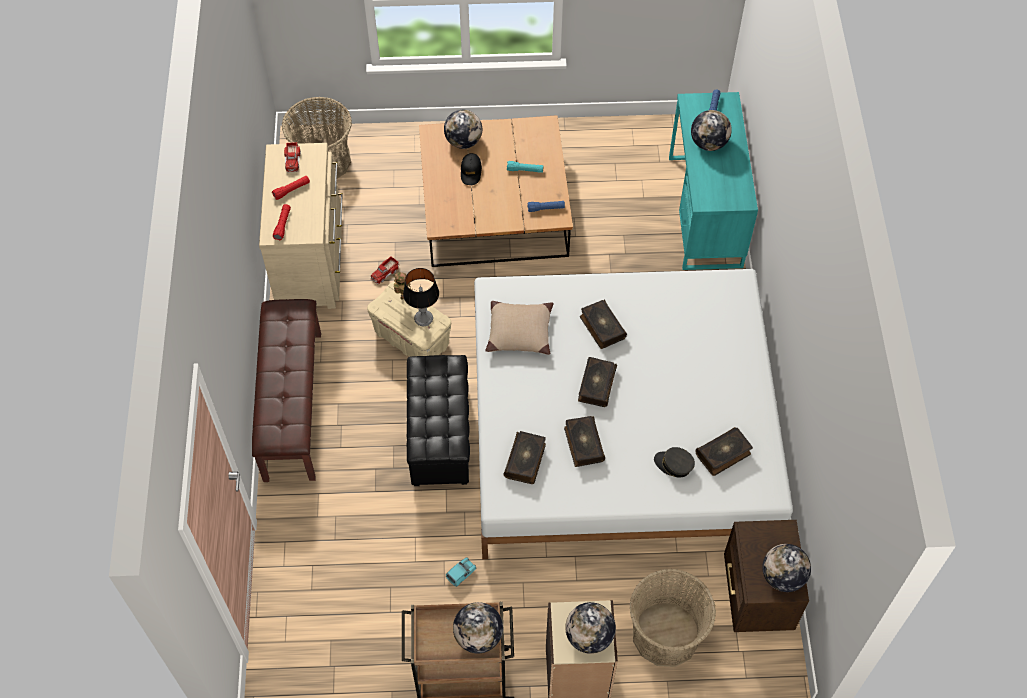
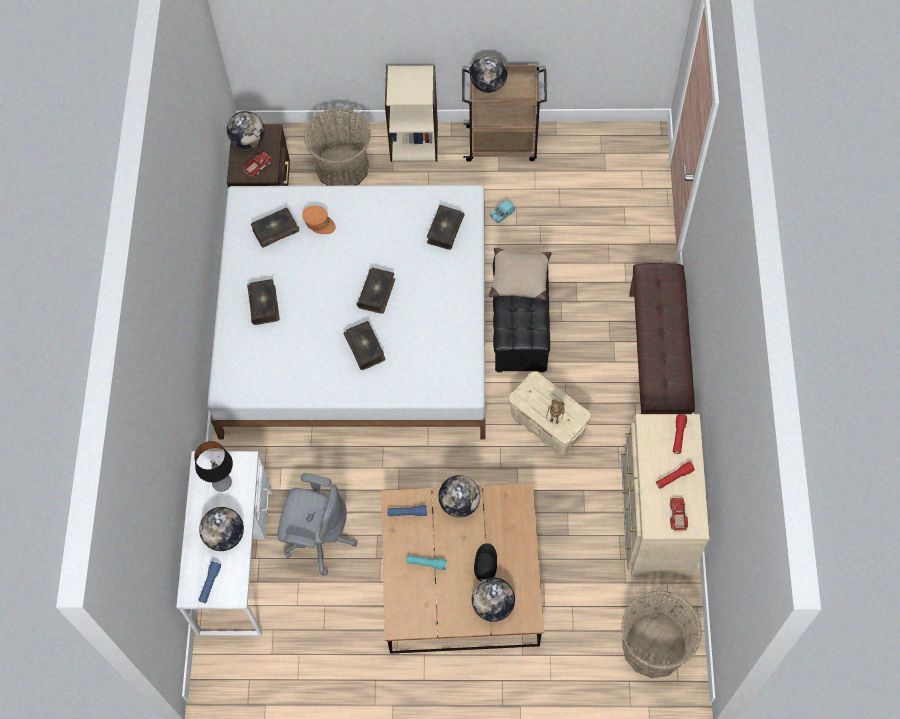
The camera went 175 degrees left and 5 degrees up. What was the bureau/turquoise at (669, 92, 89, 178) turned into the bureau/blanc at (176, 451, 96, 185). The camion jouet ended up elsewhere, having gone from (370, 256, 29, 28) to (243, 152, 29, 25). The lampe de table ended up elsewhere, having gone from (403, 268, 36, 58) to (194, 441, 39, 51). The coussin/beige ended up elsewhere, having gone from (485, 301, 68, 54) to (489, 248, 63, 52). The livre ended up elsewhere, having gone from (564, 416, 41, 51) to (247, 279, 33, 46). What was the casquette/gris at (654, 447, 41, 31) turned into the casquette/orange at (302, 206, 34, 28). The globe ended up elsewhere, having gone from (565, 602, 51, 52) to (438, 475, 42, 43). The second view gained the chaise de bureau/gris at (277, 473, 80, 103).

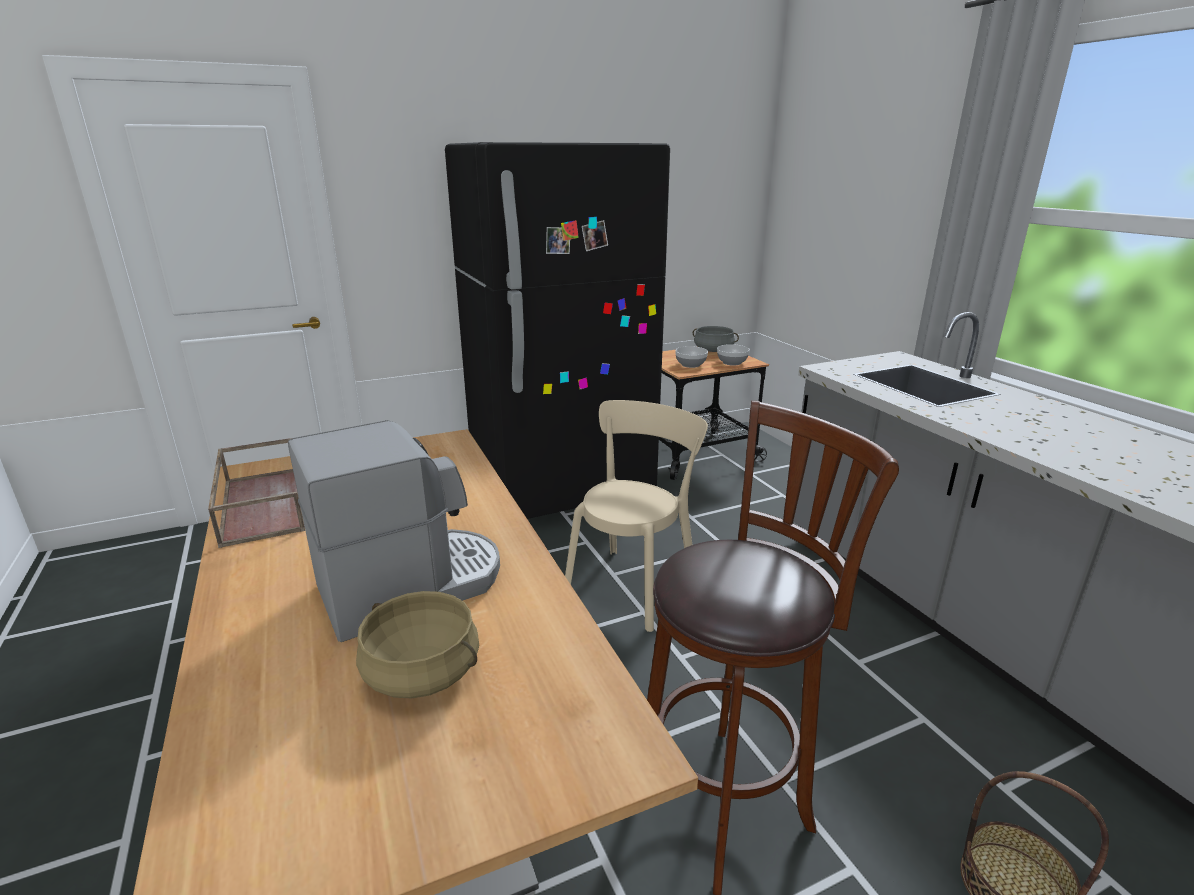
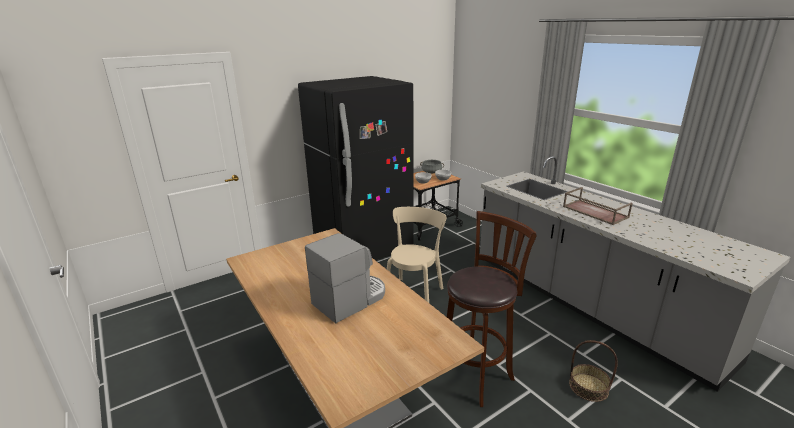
The camera went 10 degrees left and 0 degrees up. The plateau/marron ended up elsewhere, having gone from (208, 438, 97, 110) to (563, 187, 70, 38). The second view lost the marmite/beige at (356, 591, 123, 108).

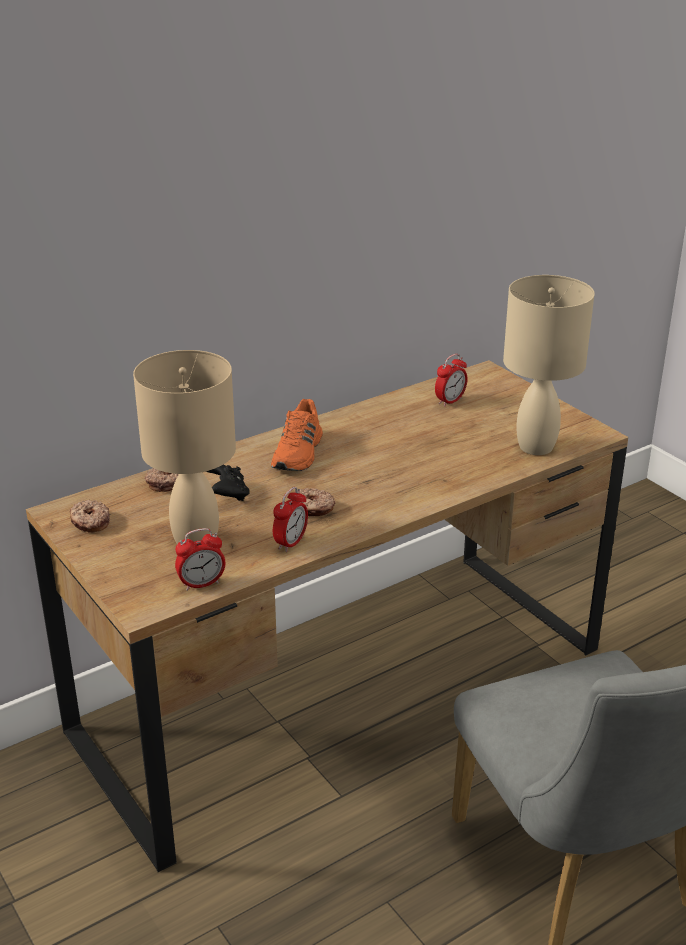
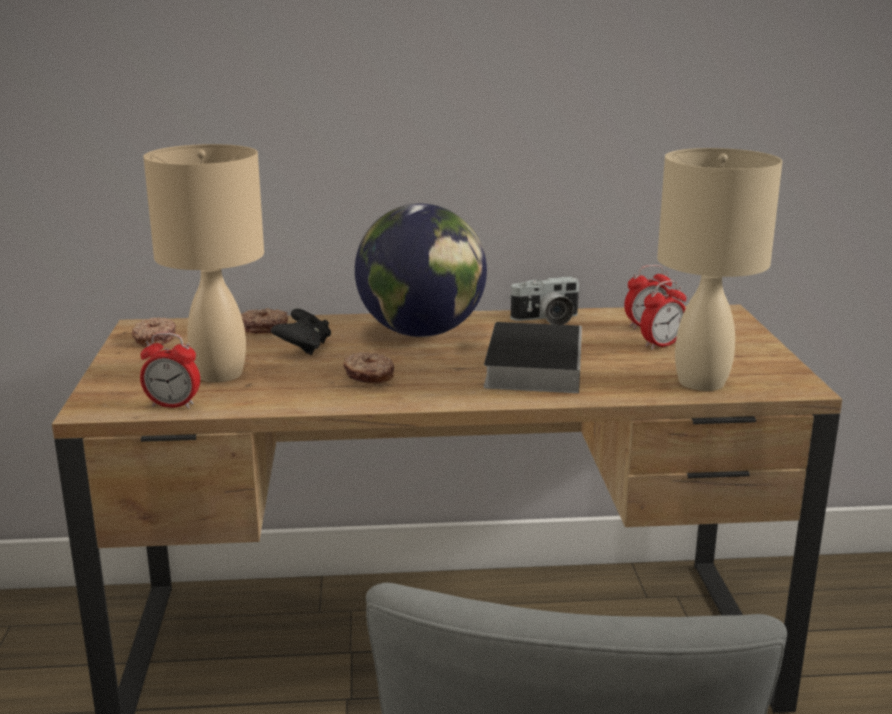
The camera went 30 degrees right and 10 degrees down. Where the chaussure/orange stood at (271, 399, 52, 72), the globe came to stand at (355, 204, 132, 133). The réveil ended up elsewhere, having gone from (273, 487, 35, 65) to (640, 280, 46, 70). The second view gained the appareil photo at (509, 277, 71, 48). The second view gained the livre at (484, 322, 98, 71).

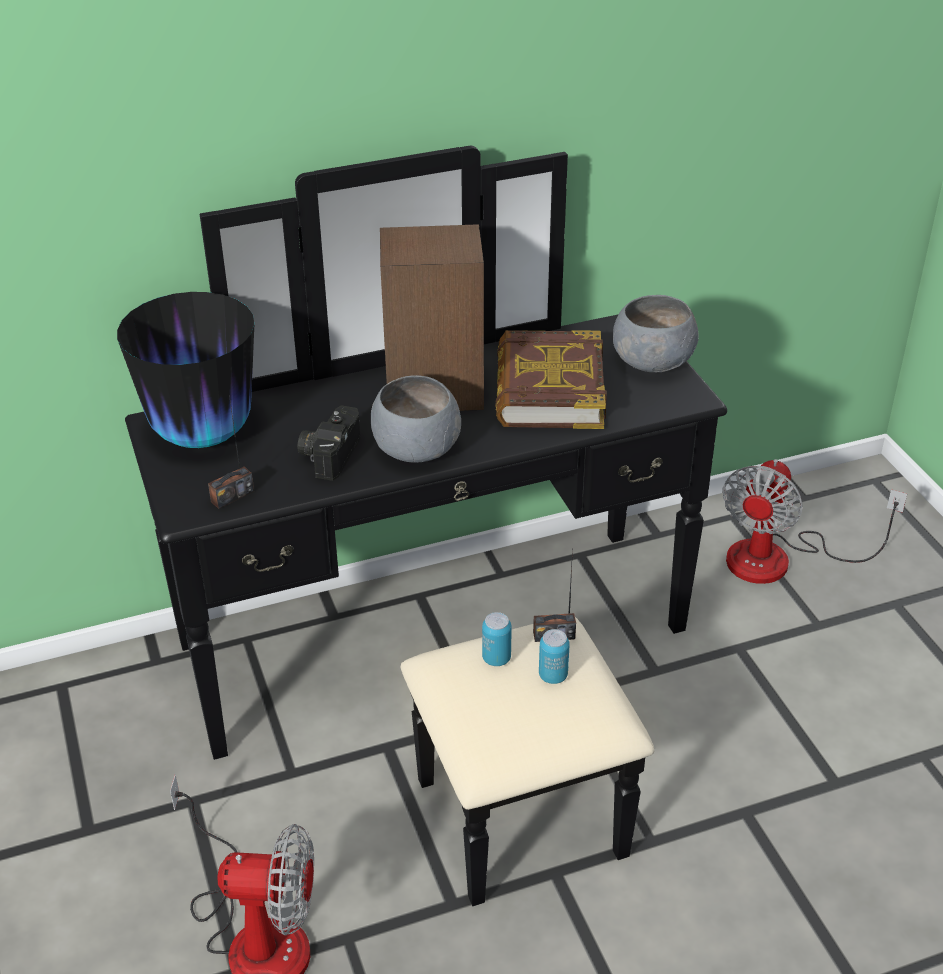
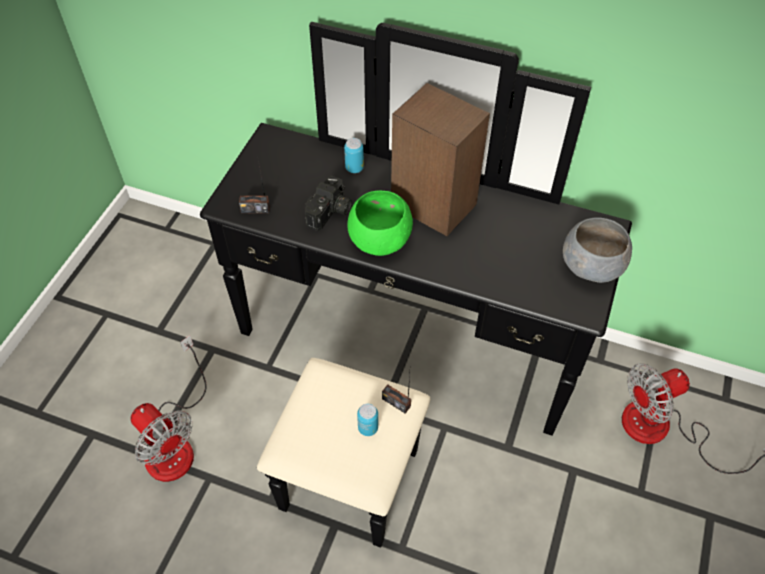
The camera went 40 degrees right and 15 degrees up. The second view lost the vase at (117, 292, 137, 156). The second view lost the livre at (495, 330, 112, 99). What was the bol/gris at (371, 375, 90, 88) turned into the bol/vert at (347, 190, 66, 66). The appareil photo at (297, 405, 63, 76) ended up facing another way, 150 degrees clockwise from before. The boîte métallique ended up elsewhere, having gone from (482, 612, 30, 54) to (344, 138, 20, 35).

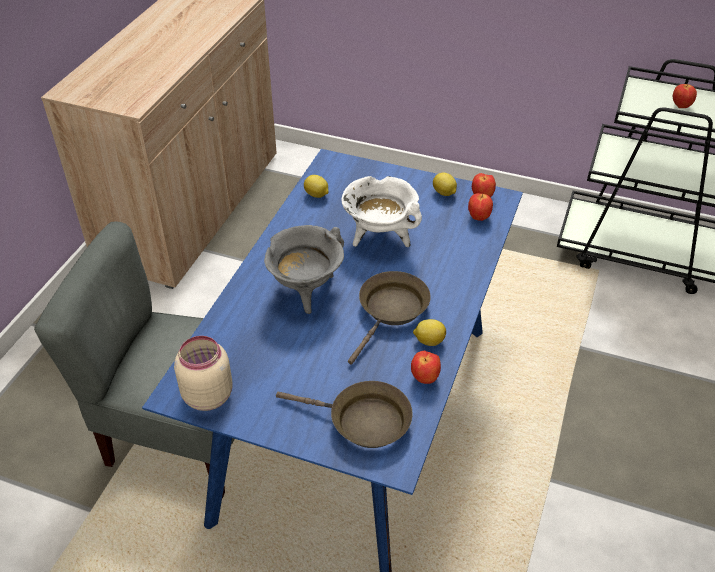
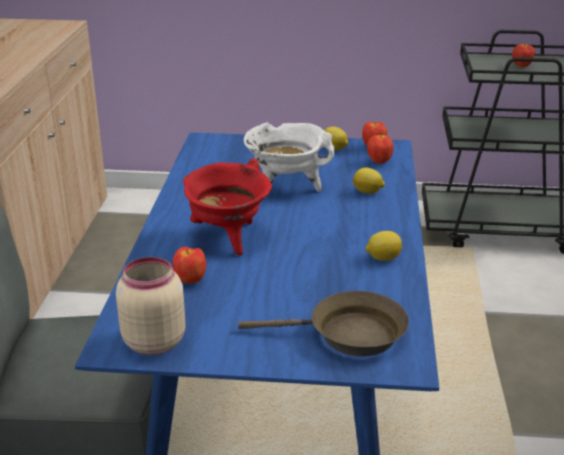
The camera went 15 degrees left and 15 degrees down. The citron ended up elsewhere, having gone from (304, 175, 25, 23) to (353, 168, 32, 26). What was the marmite/gris at (264, 225, 80, 89) turned into the marmite/rouge at (183, 158, 89, 97). The second view lost the poêle/marron at (348, 271, 83, 94). The pomme ended up elsewhere, having gone from (411, 351, 30, 33) to (172, 247, 34, 37).

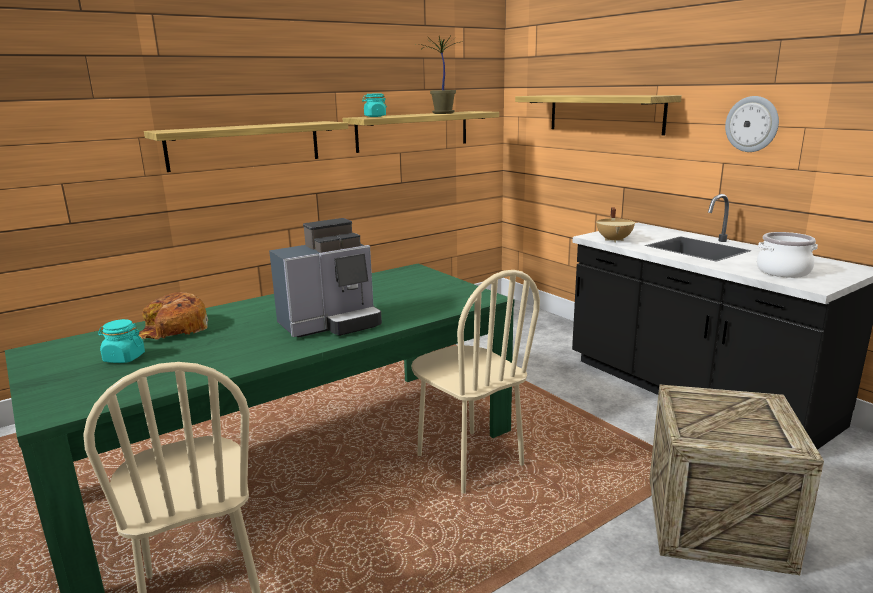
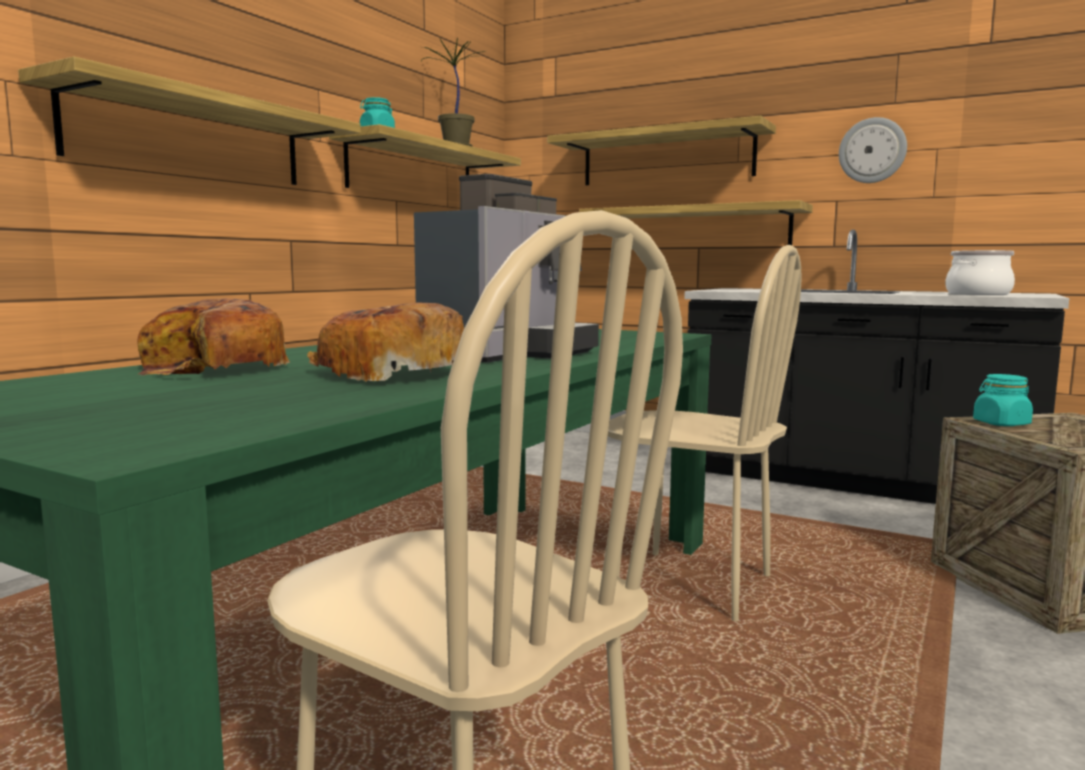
The camera went 25 degrees left and 10 degrees down. The second view lost the marmite/beige at (596, 208, 39, 34). The bocal/turquoise ended up elsewhere, having gone from (98, 319, 47, 44) to (973, 374, 60, 52). The second view gained the étagère at (579, 200, 234, 45). The second view gained the pain at (307, 303, 157, 79).

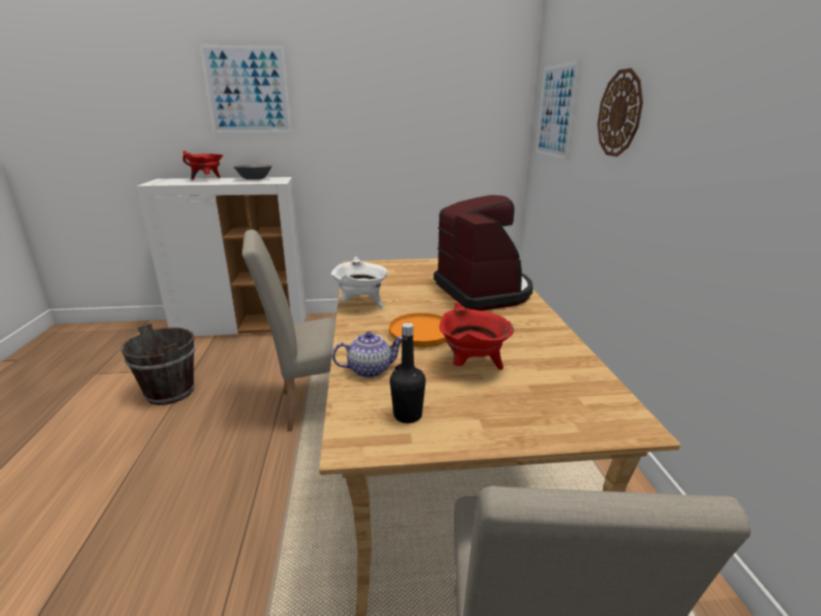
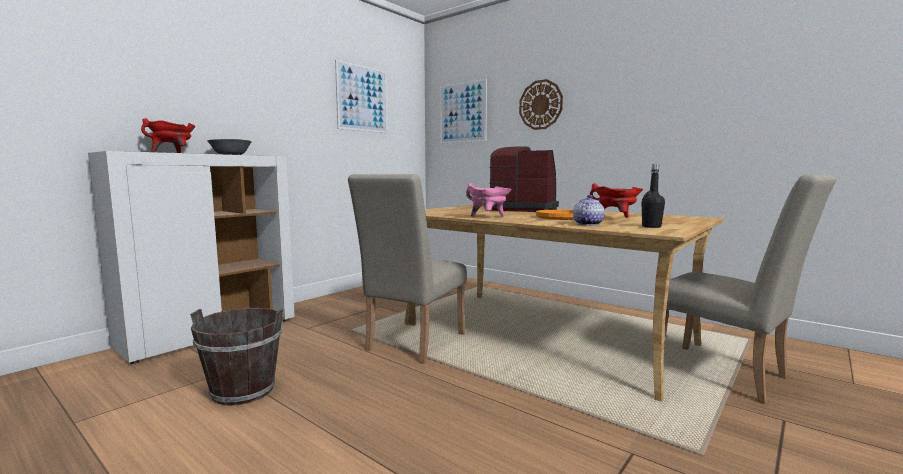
The camera went 45 degrees left and 15 degrees down. The tableau ended up elsewhere, having gone from (199, 45, 93, 88) to (335, 60, 53, 73). What was the marmite/blanc at (331, 257, 57, 51) turned into the marmite/rose at (466, 183, 46, 34).

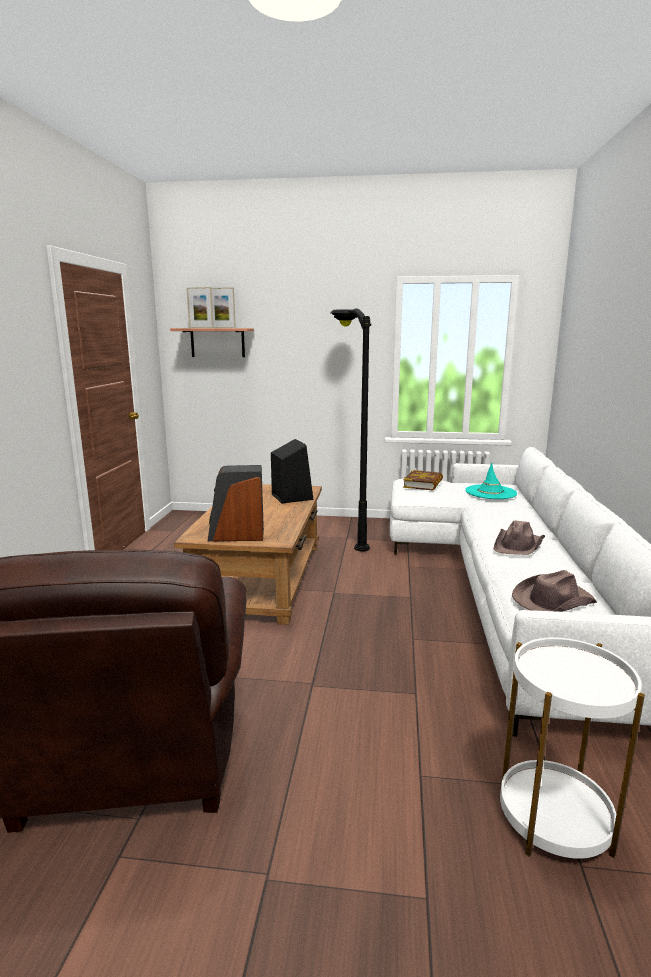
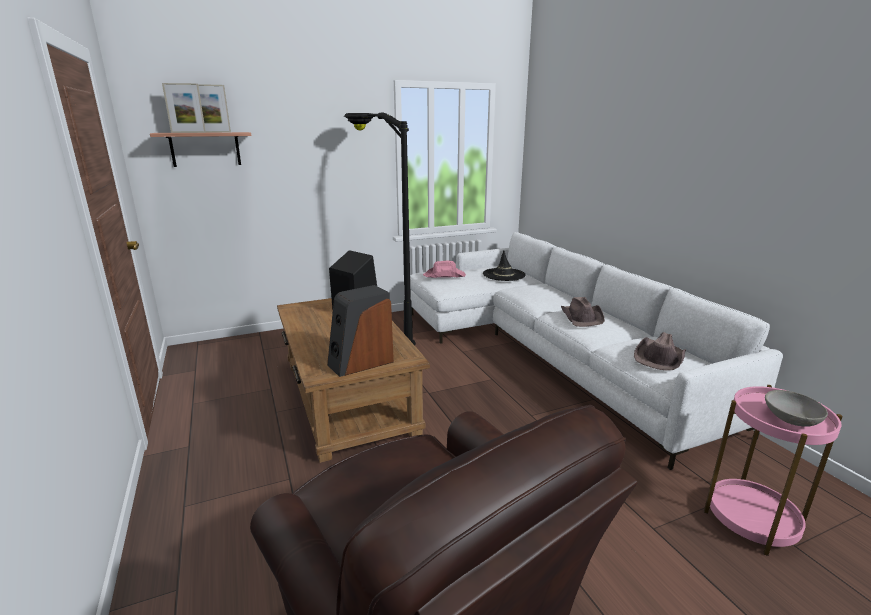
The camera went 30 degrees left and 5 degrees up. What was the chapeau/turquoise at (465, 463, 52, 36) turned into the chapeau/noir at (483, 250, 43, 31). Where the livre stood at (403, 470, 40, 21), the chapeau/rose came to stand at (423, 261, 43, 17). What was the table d'appoint/blanc at (500, 637, 145, 222) turned into the table d'appoint/rose at (704, 385, 139, 171). The second view gained the bol/gris at (765, 390, 63, 37).

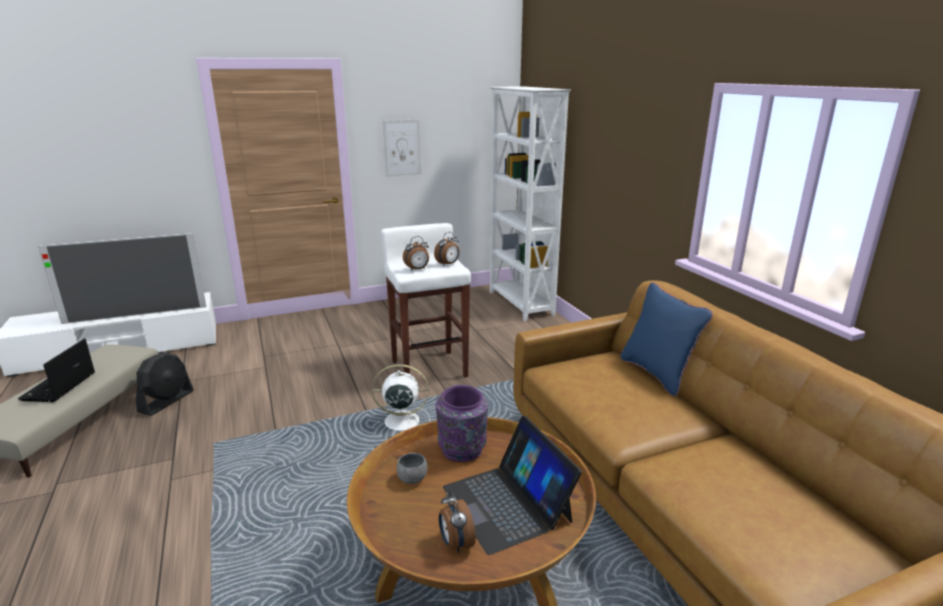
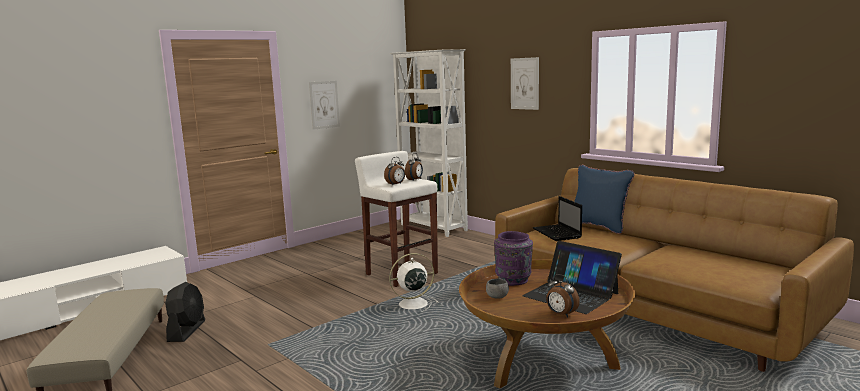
The camera went 20 degrees left and 10 degrees down. The second view lost the téléviseur at (38, 233, 168, 91). The ordinateur portable ended up elsewhere, having gone from (18, 338, 77, 64) to (533, 196, 49, 45). The second view gained the tableau at (511, 57, 28, 53).

